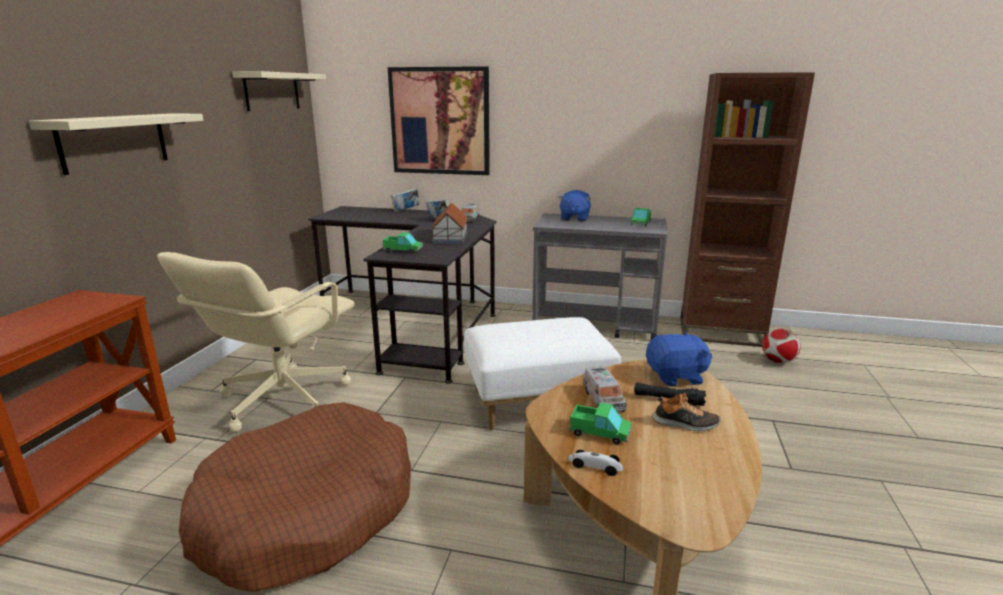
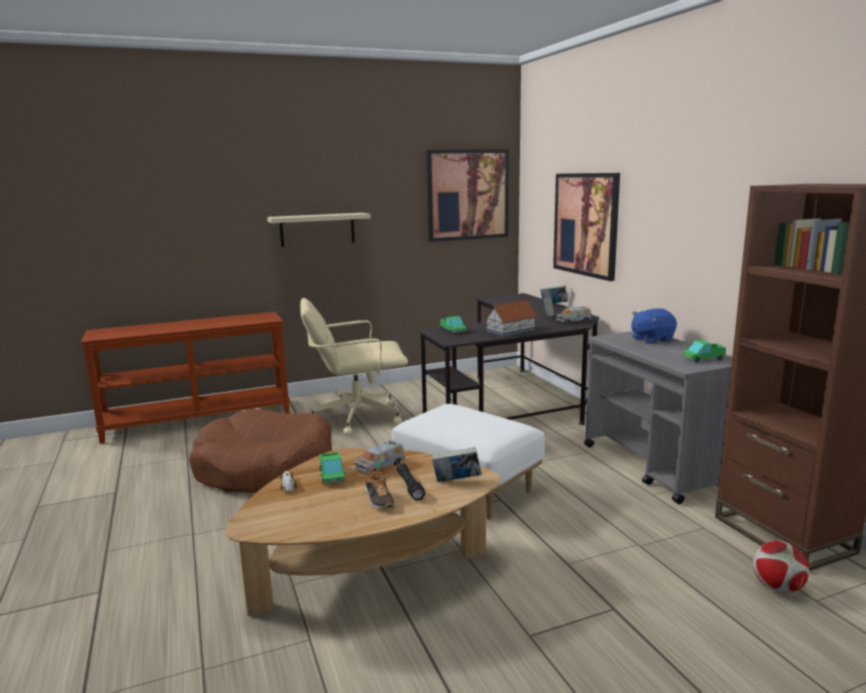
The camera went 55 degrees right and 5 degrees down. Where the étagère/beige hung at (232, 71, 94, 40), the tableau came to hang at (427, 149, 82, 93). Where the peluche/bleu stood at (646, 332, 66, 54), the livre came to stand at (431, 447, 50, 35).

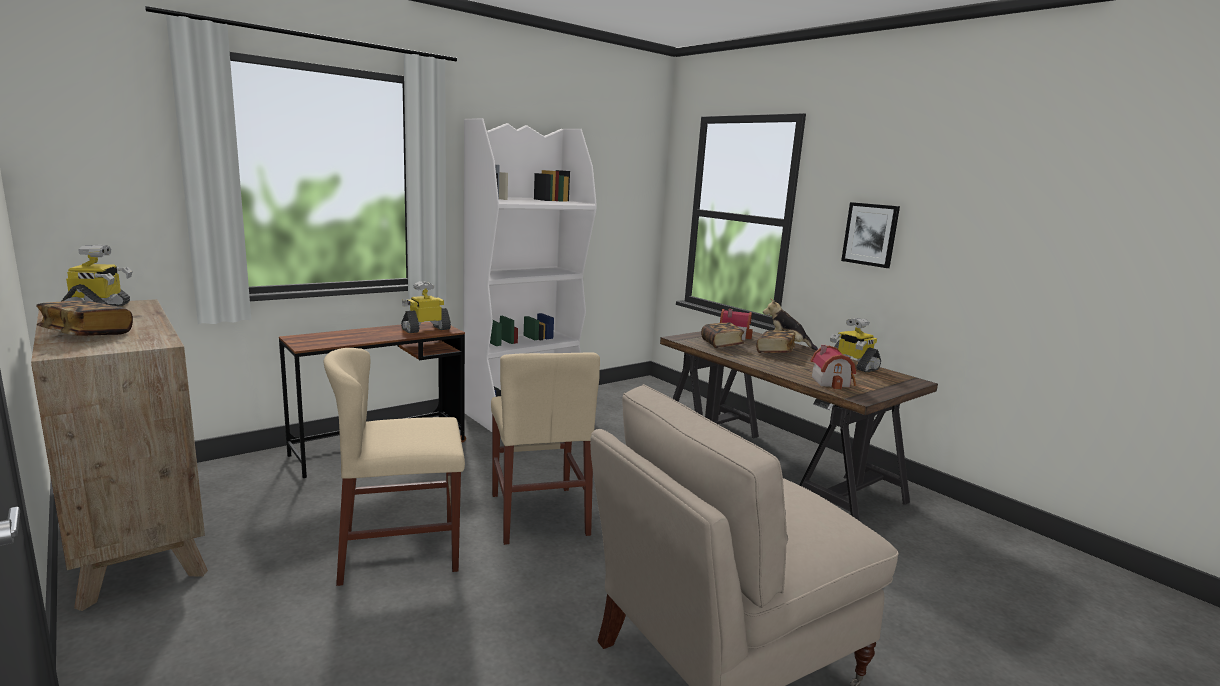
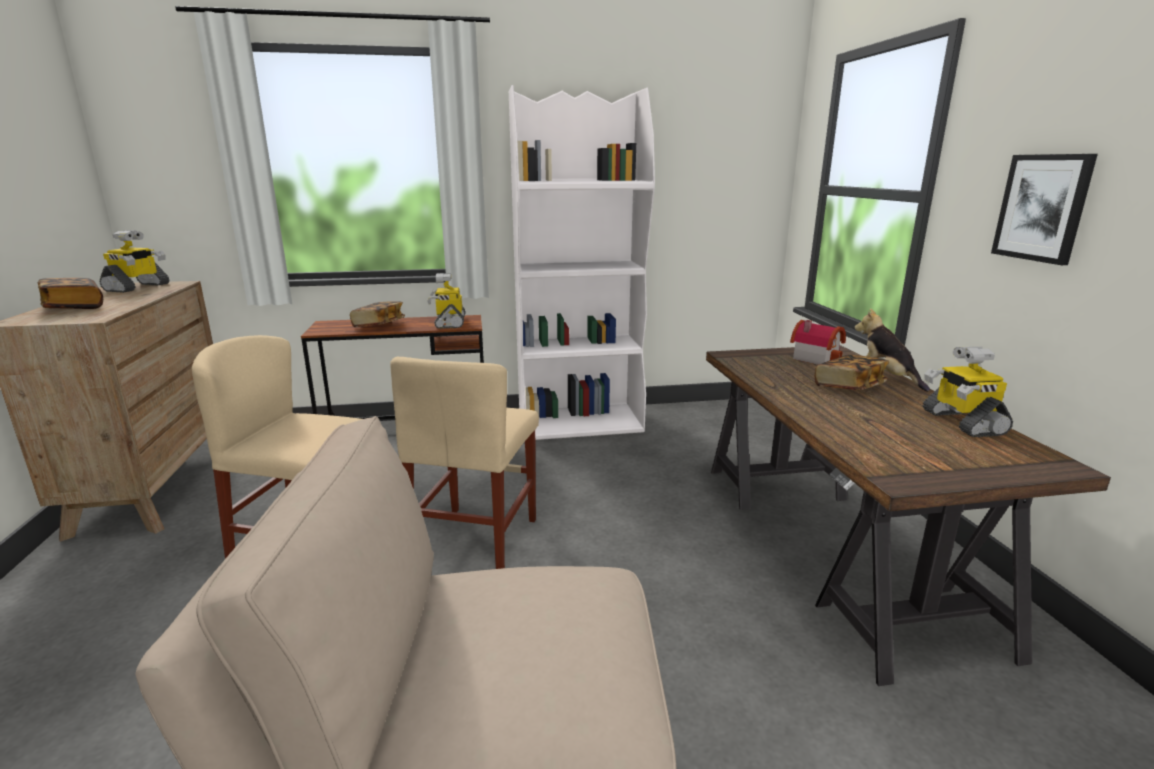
The camera went 30 degrees right and 5 degrees up. The robot jouet at (401, 281, 50, 52) ended up facing another way, 90 degrees counterclockwise from before. The livre ended up elsewhere, having gone from (701, 322, 43, 26) to (350, 301, 55, 26). The second view lost the maison miniature at (810, 345, 46, 44).

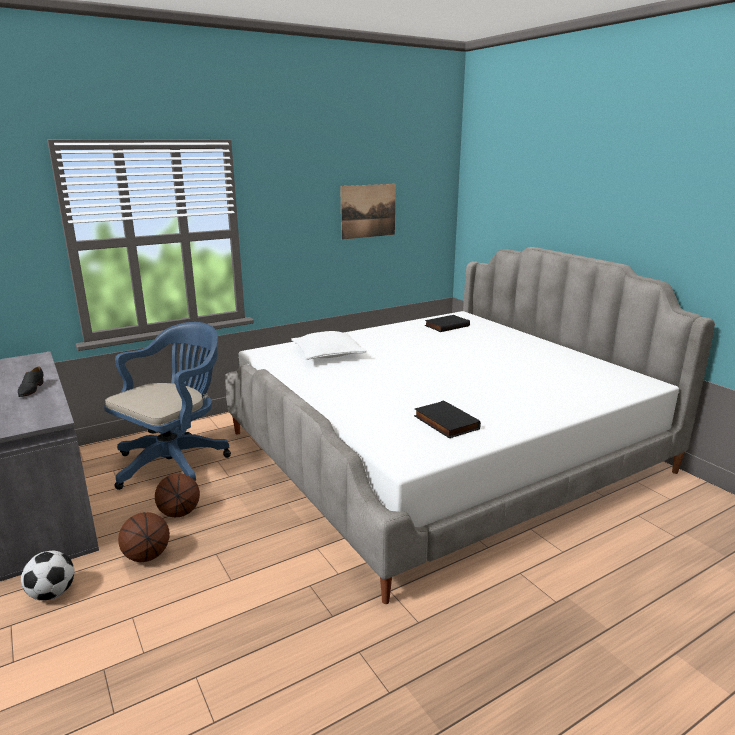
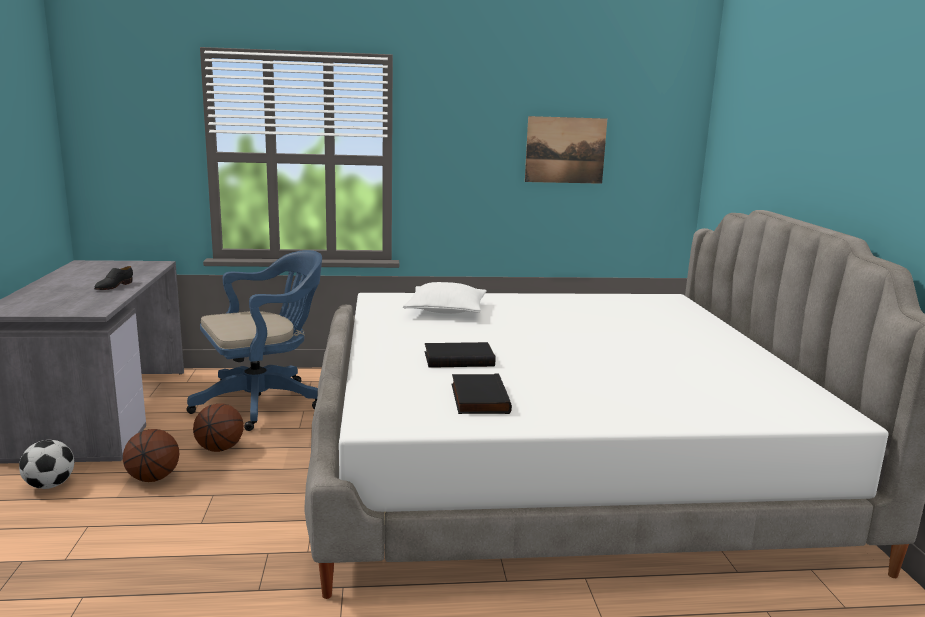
The camera went 25 degrees right and 5 degrees down. The livre/noir ended up elsewhere, having gone from (425, 315, 45, 17) to (425, 342, 70, 26).

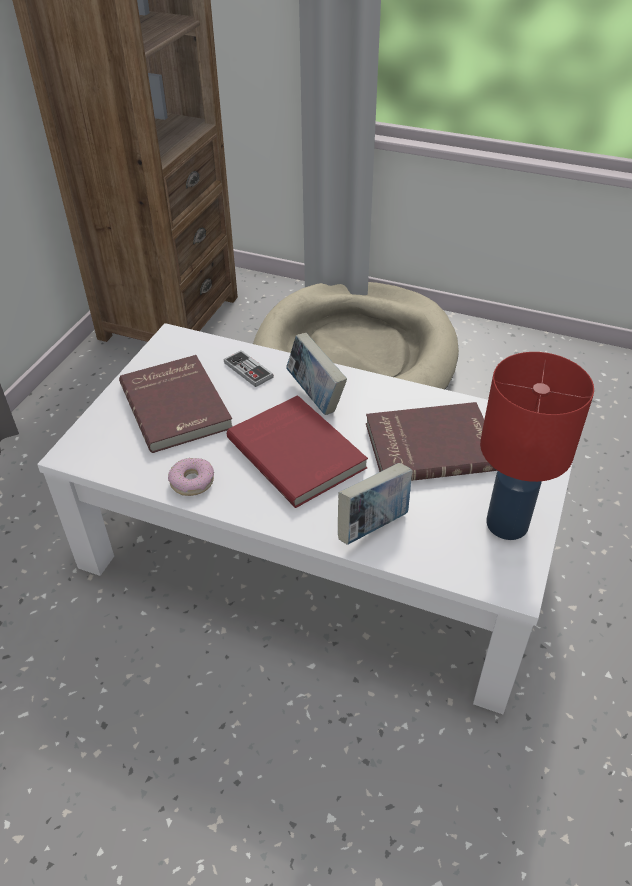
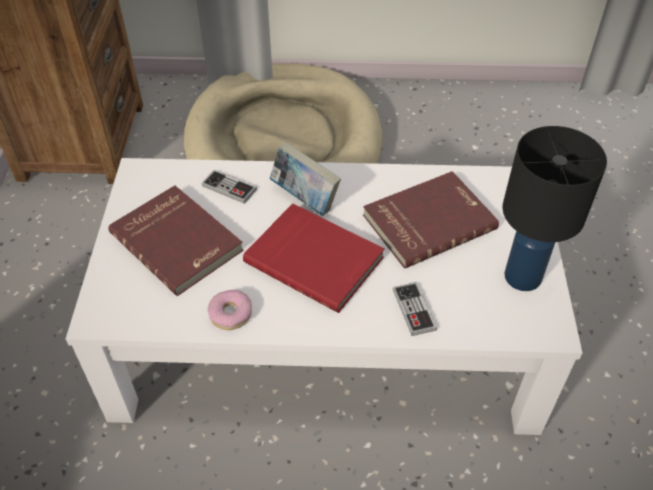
The camera went 20 degrees left and 5 degrees up. What was the lampe de table/rouge at (480, 352, 114, 188) turned into the lampe de table/noir at (502, 126, 105, 165). Where the livre stood at (338, 463, 74, 82), the manette came to stand at (393, 282, 44, 54).

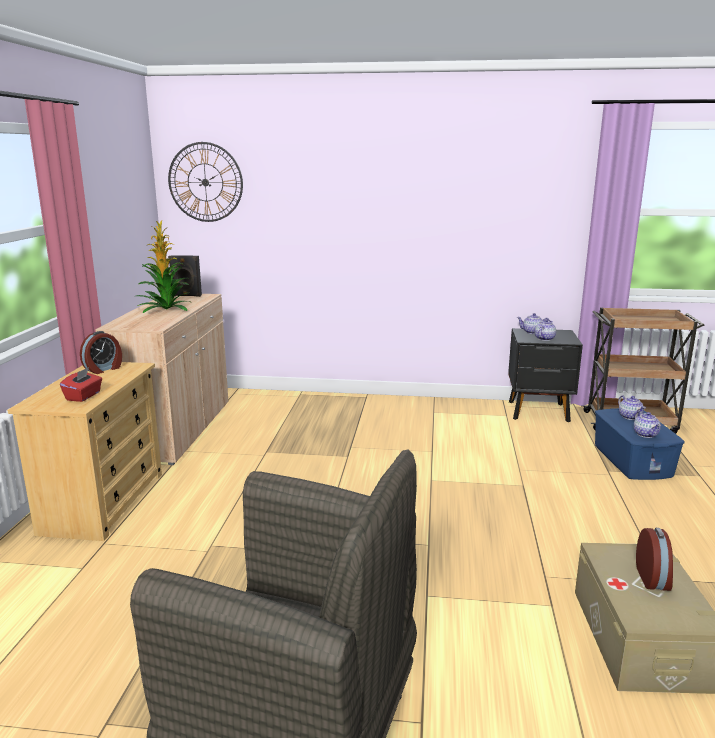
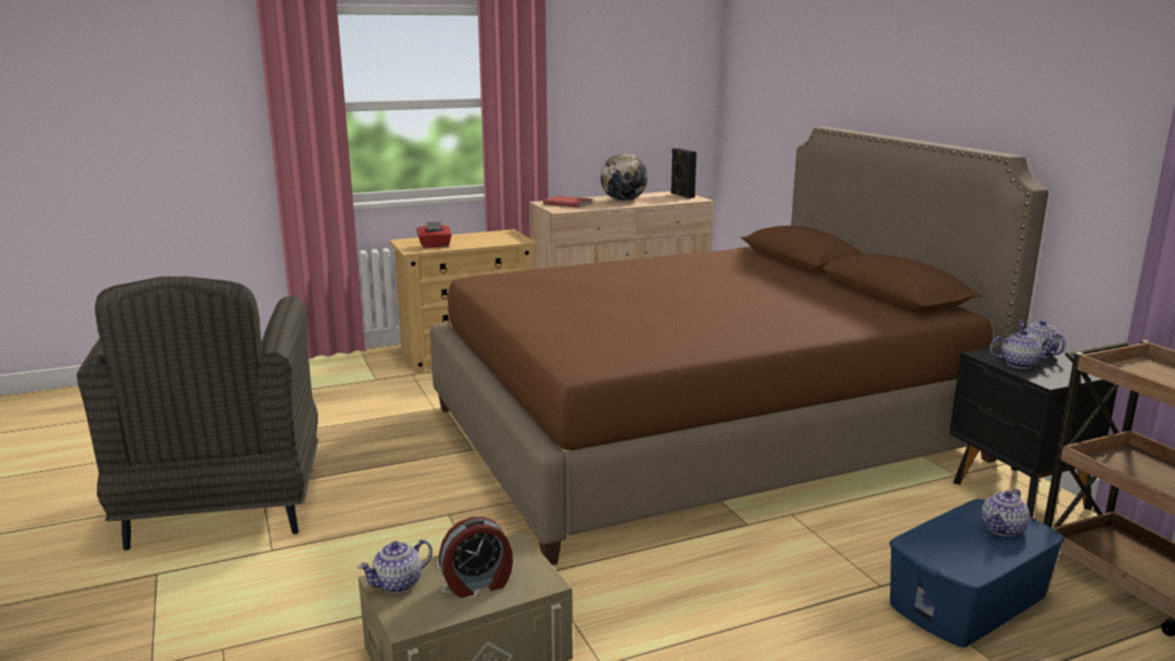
The camera went 60 degrees right and 0 degrees up. The second view lost the horloge murale at (168, 142, 75, 80). Where the plante en pot stood at (137, 220, 53, 93), the globe came to stand at (601, 153, 47, 48). The second view lost the réveil at (80, 331, 42, 43). The théière ended up elsewhere, having gone from (634, 411, 27, 27) to (358, 539, 75, 54). The second view gained the lit/marron at (430, 127, 619, 438). The second view gained the livre/rouge at (543, 196, 49, 12).

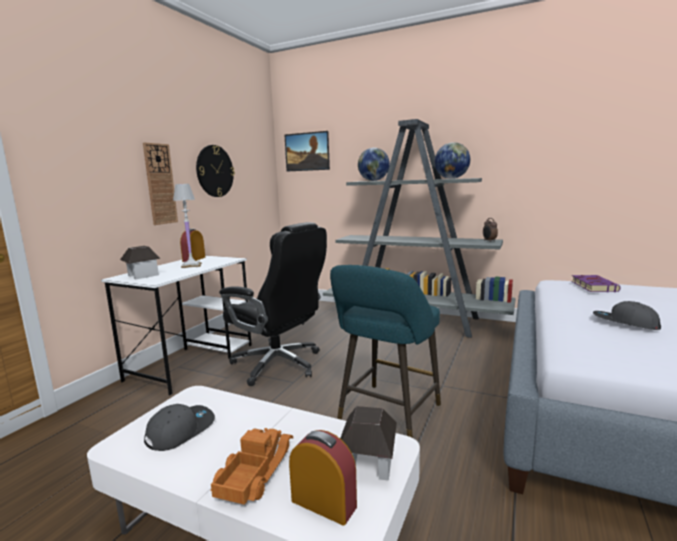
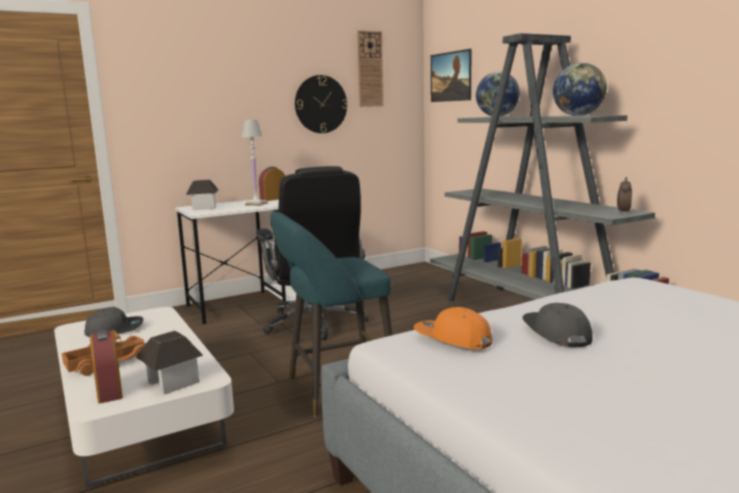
The camera went 35 degrees right and 0 degrees up. The horloge murale ended up elsewhere, having gone from (143, 142, 35, 83) to (357, 30, 27, 77). The second view lost the livre/violet at (571, 275, 50, 17). The second view gained the casquette/orange at (413, 307, 79, 42).

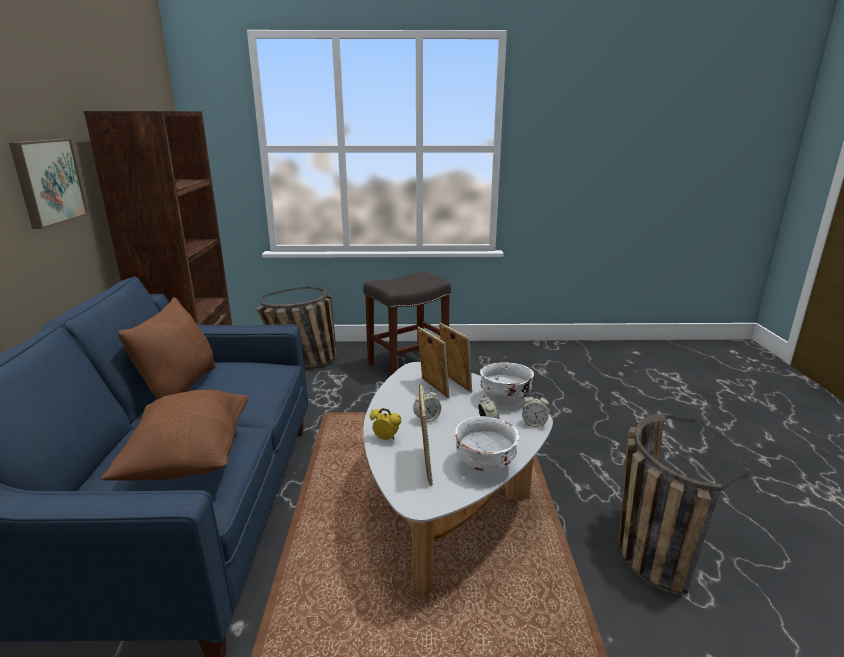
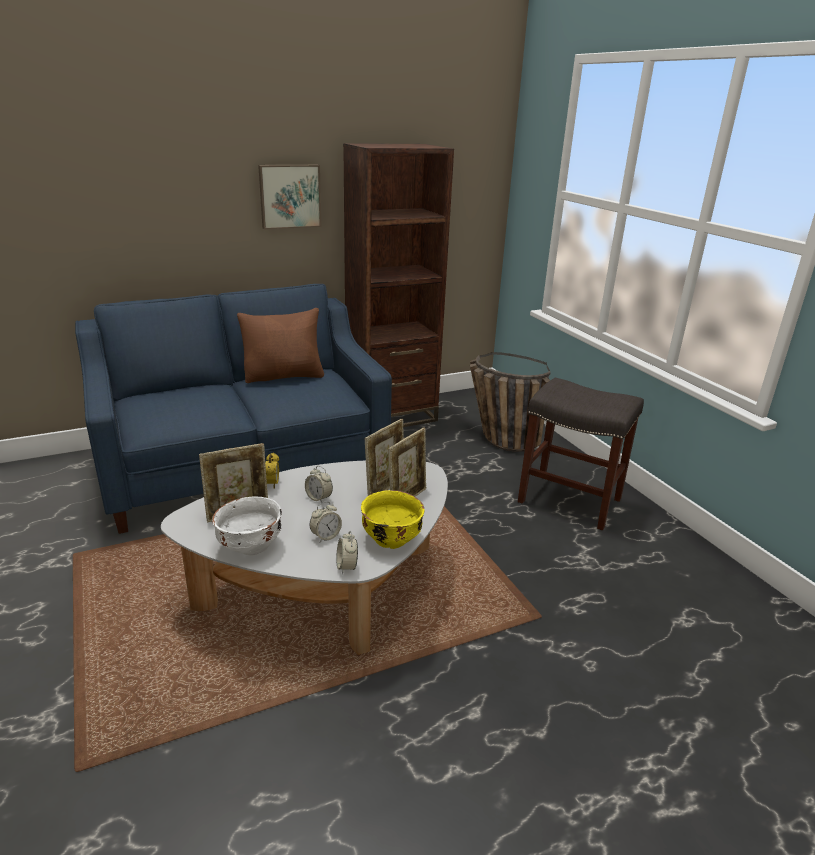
The camera went 65 degrees right and 5 degrees up. What was the bol/blanc at (480, 362, 54, 44) turned into the bol/jaune at (361, 490, 63, 59). The second view lost the coussin/marron at (101, 390, 147, 91). The second view lost the panier at (619, 413, 130, 180).

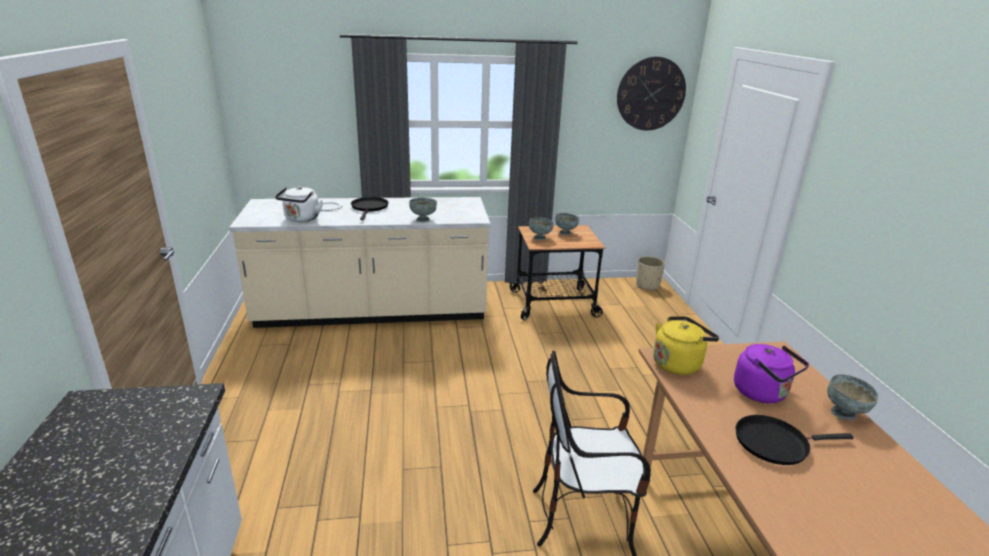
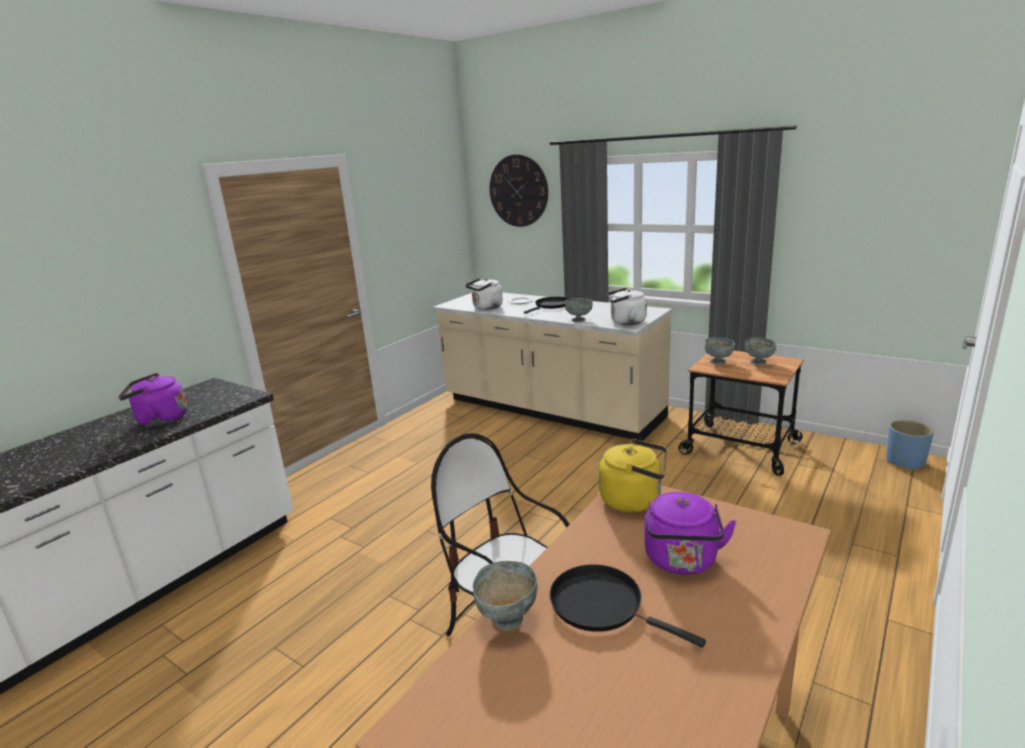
The camera went 45 degrees right and 5 degrees down. The horloge murale ended up elsewhere, having gone from (617, 57, 69, 73) to (489, 154, 59, 73). What was the cache-pot/beige at (636, 256, 29, 34) turned into the cache-pot/bleu at (886, 420, 48, 50). The bol/gris ended up elsewhere, having gone from (827, 374, 52, 46) to (473, 561, 65, 69). The second view gained the bouilloire/blanc at (607, 288, 40, 37). The second view gained the bouilloire/violet at (118, 373, 69, 53).

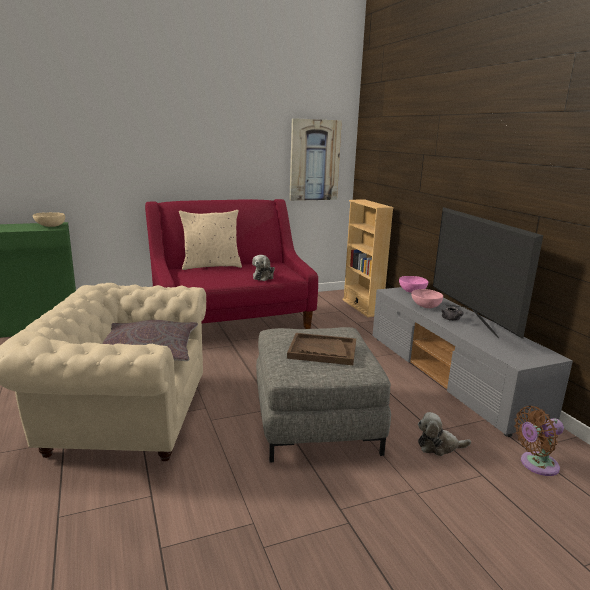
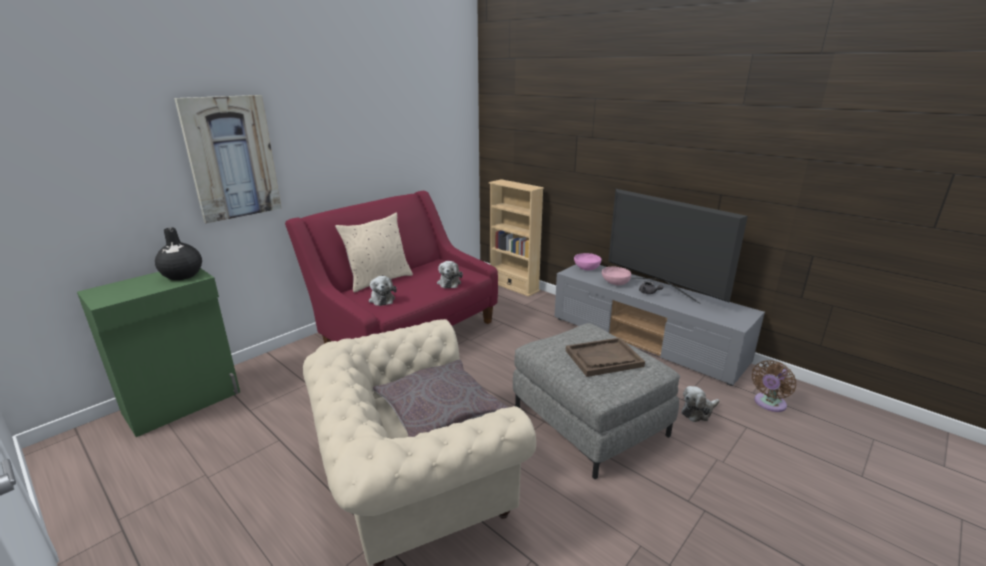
The camera went 25 degrees left and 5 degrees up. The tableau ended up elsewhere, having gone from (289, 118, 53, 83) to (174, 95, 108, 128). Where the bol/beige stood at (33, 212, 32, 15), the vase/noir came to stand at (155, 227, 47, 53). The second view gained the peluche at (369, 276, 28, 30).

